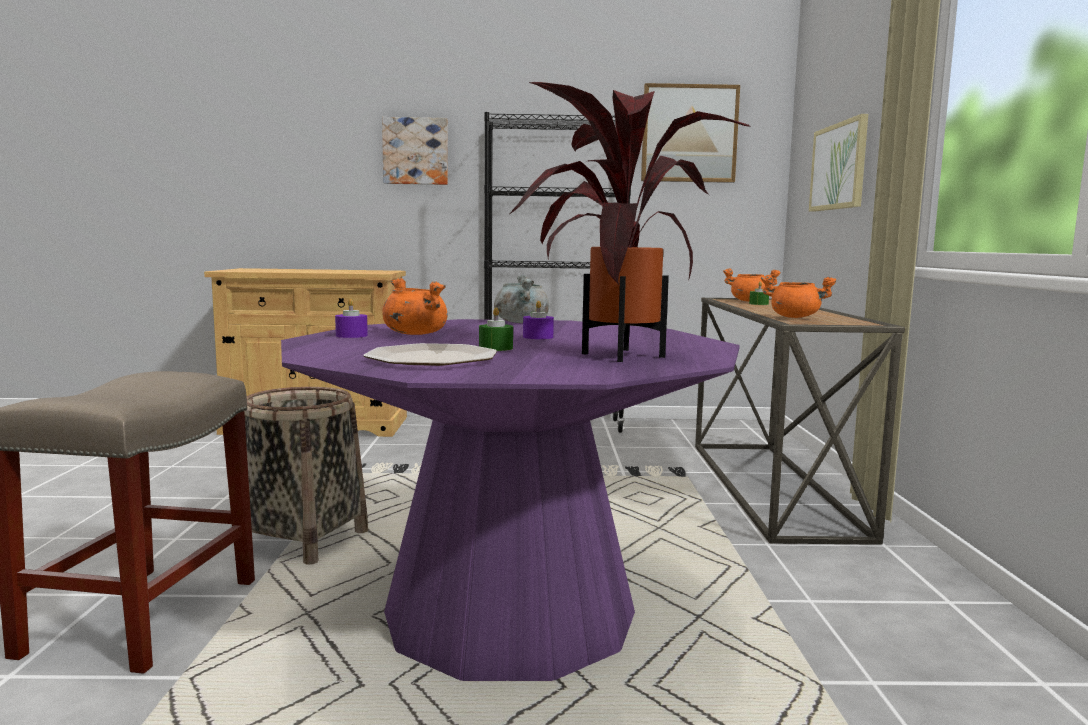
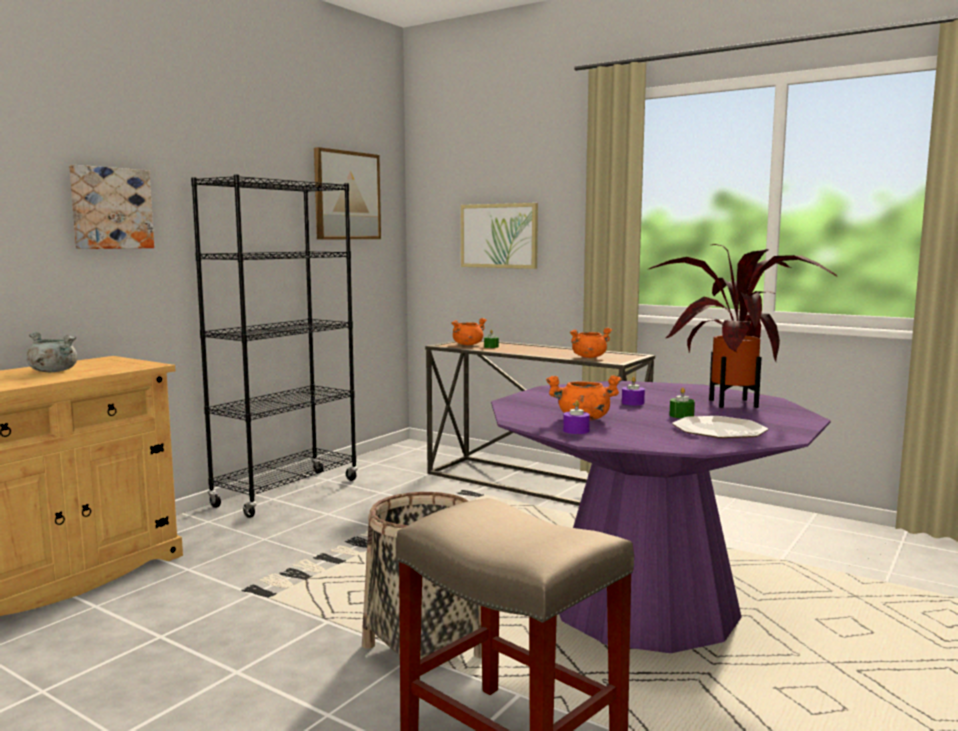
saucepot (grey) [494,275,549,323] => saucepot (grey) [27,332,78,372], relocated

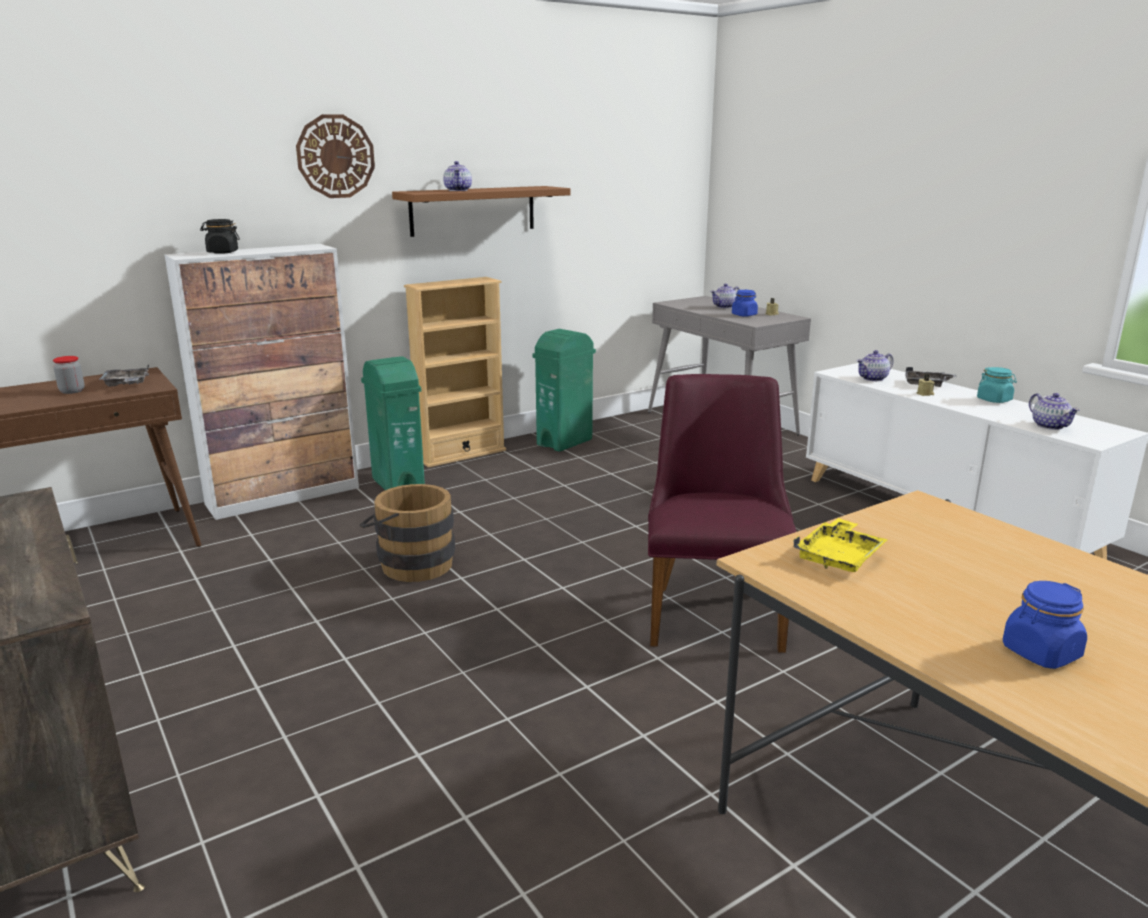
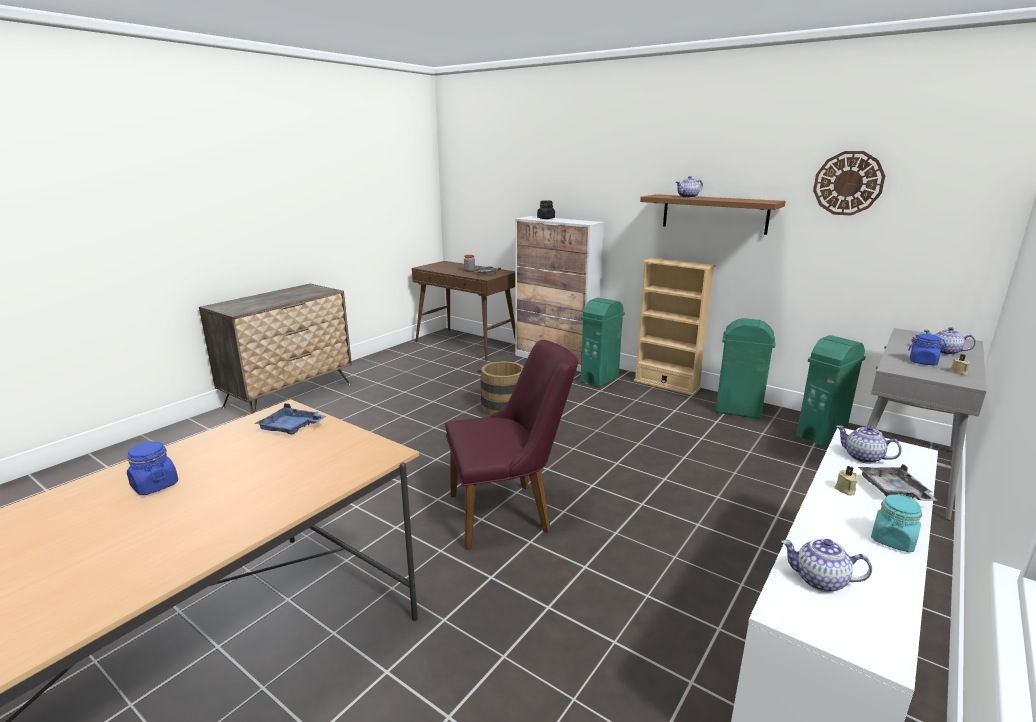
wall clock [296,114,375,198] => wall clock [813,151,885,216], relocated
teapot [1029,393,1080,430] => teapot [781,538,872,592], 60 degrees clockwise
serving tray (yellowish) [793,518,888,572] => serving tray (blue) [254,403,326,435]
nothing => rubbish bin (green) [796,335,866,447]

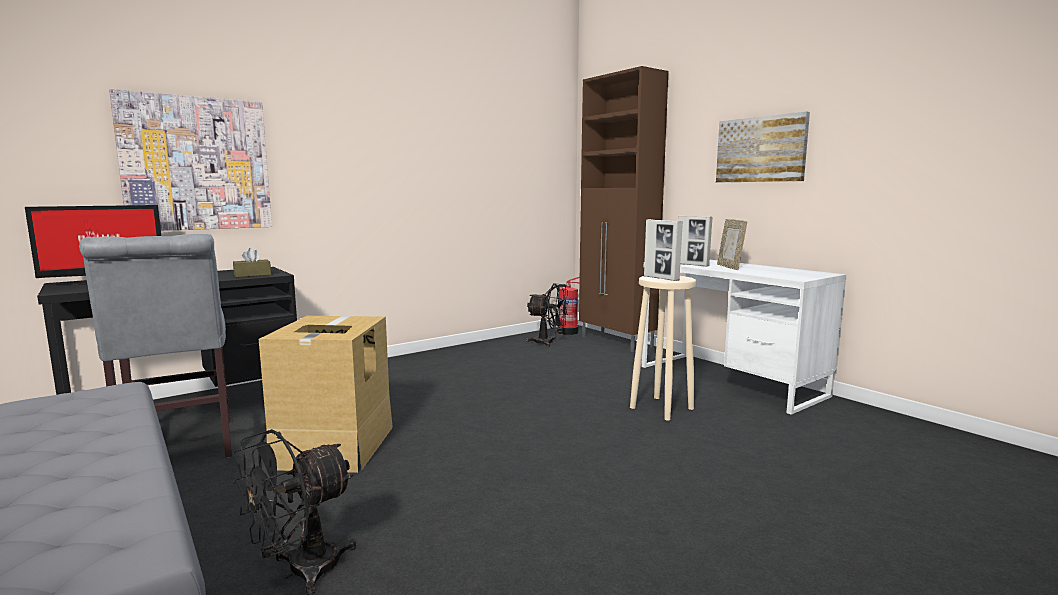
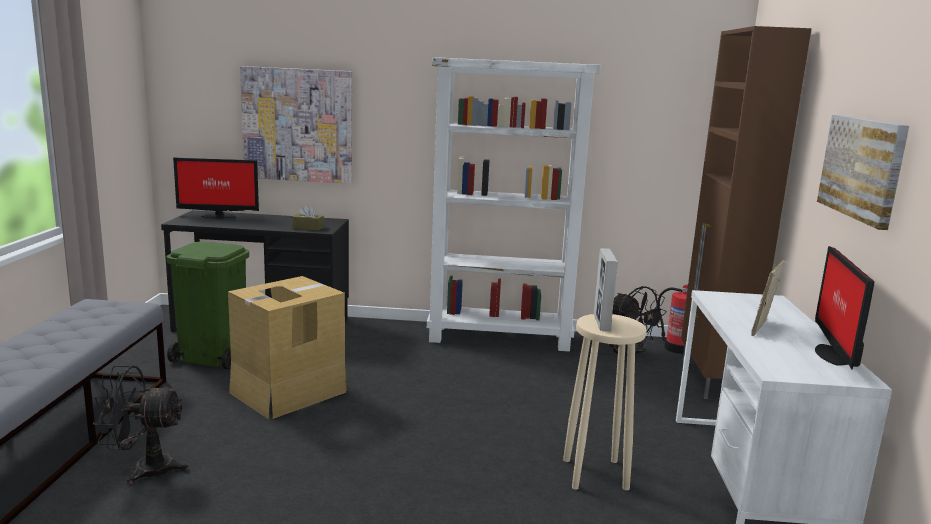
picture frame [678,215,713,267] => nothing
plain chair (grey) [79,234,232,458] => rubbish bin (green) [166,242,249,370]
nothing => bookshelf (white) [427,57,601,351]
nothing => monitor [815,246,875,370]

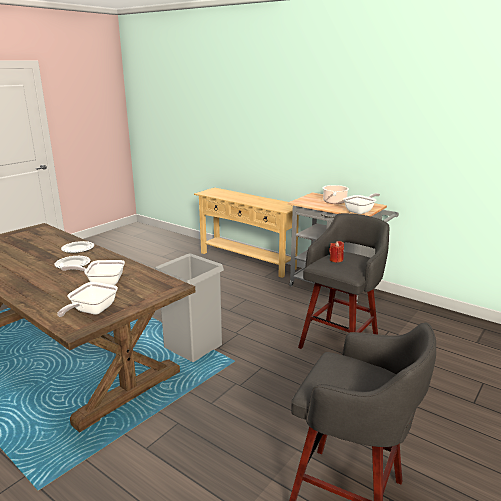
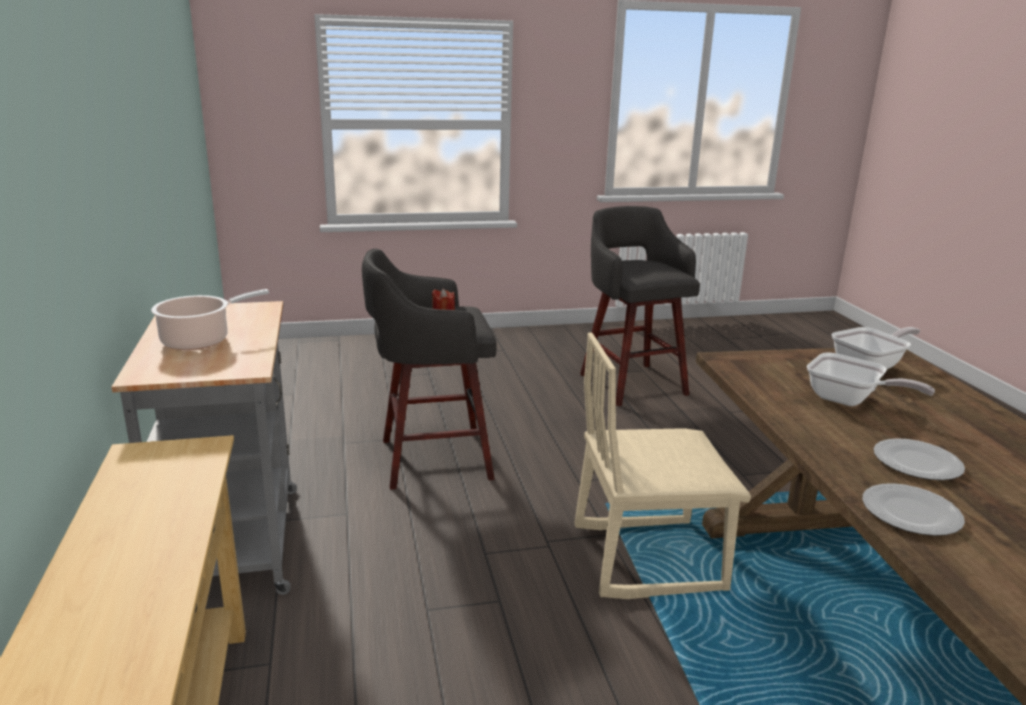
frying pan [343,193,380,214] => nothing
rubbish bin (grey) [155,253,224,362] => plain chair (beige) [574,332,751,599]

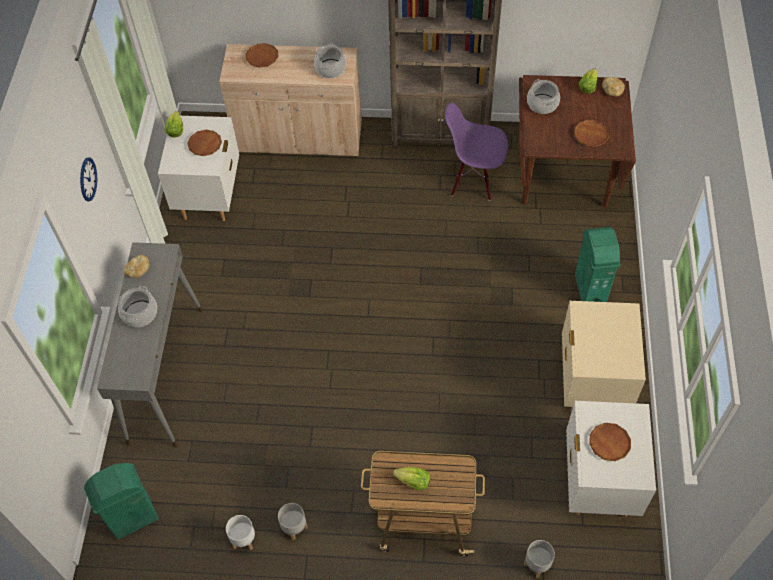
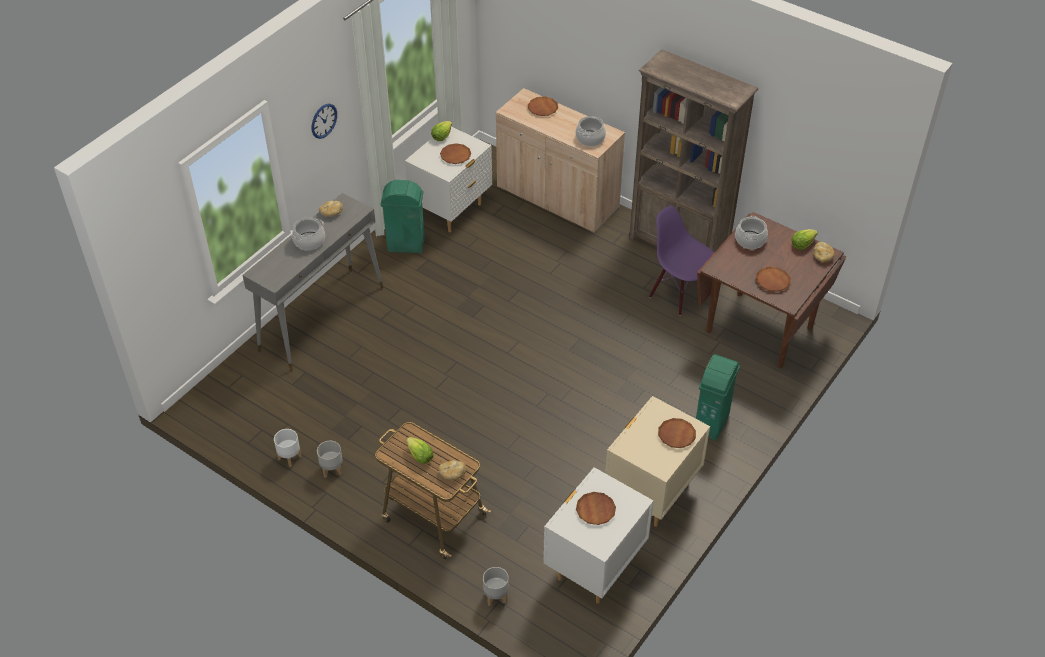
rubbish bin (green) [84,463,159,539] => rubbish bin (green) [381,180,425,253], relocated
nothing => plate (brown) [658,418,696,448]
nothing => bakery bread [439,460,467,480]

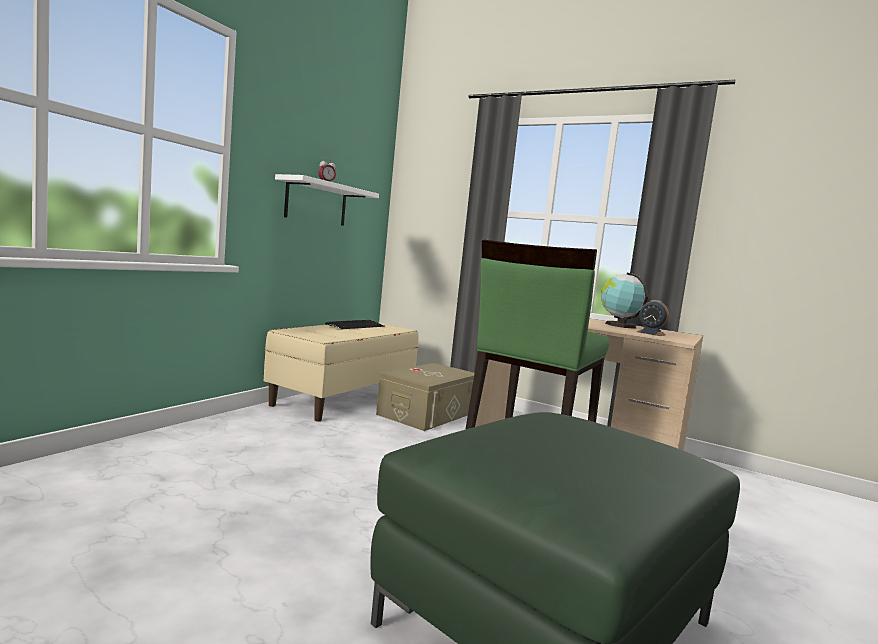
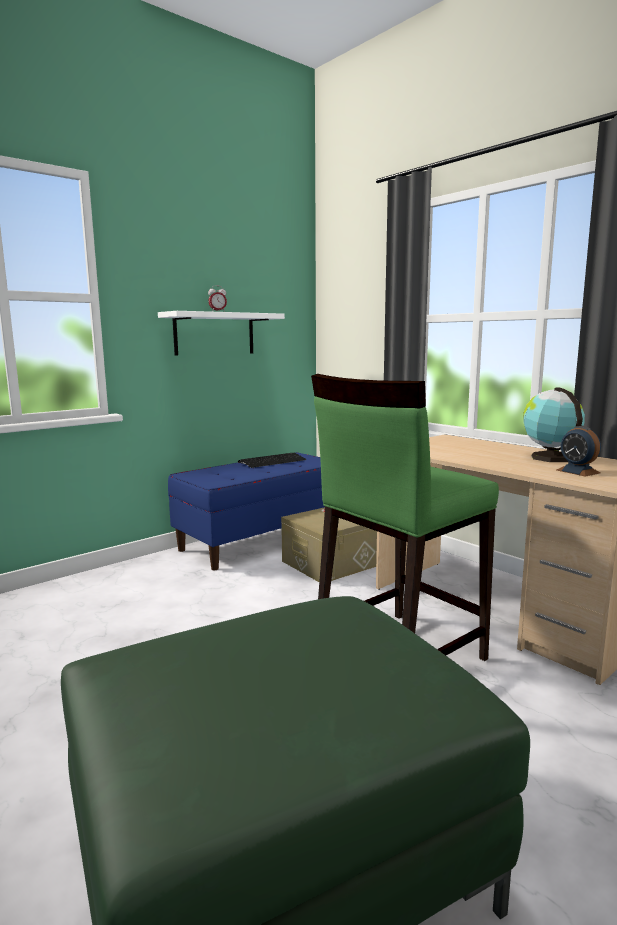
indoor bench (beige) [264,323,418,422] => indoor bench (blue) [168,452,325,570]

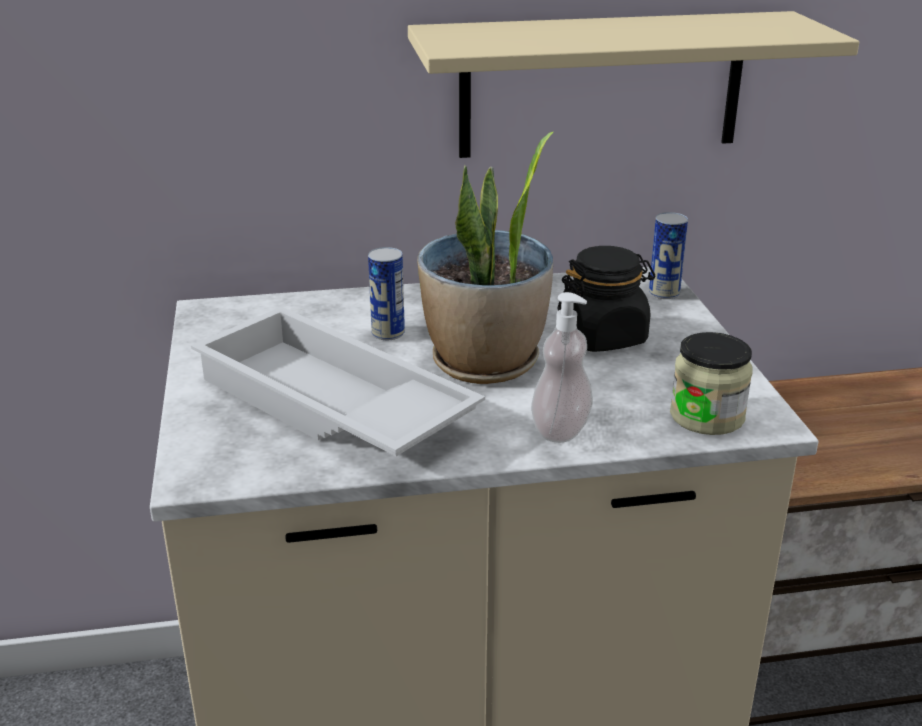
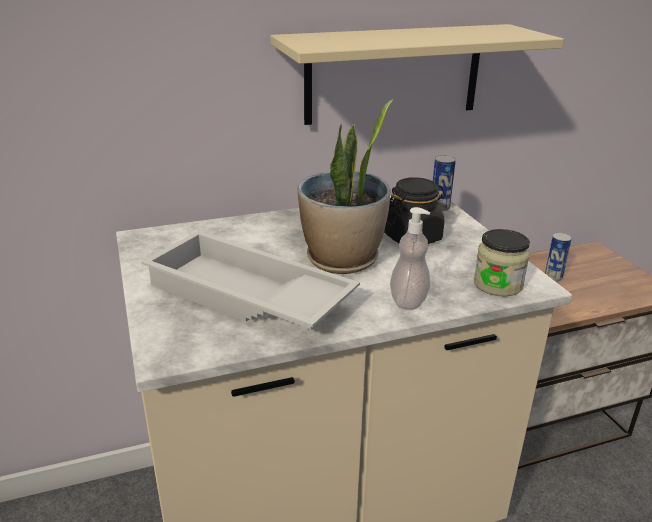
metal can [368,247,405,340] => metal can [545,232,572,281], relocated

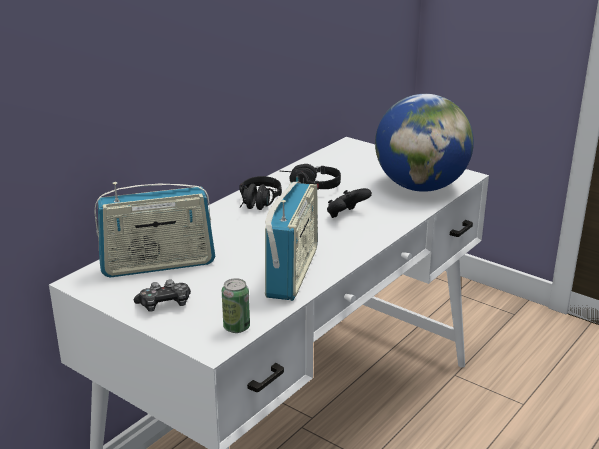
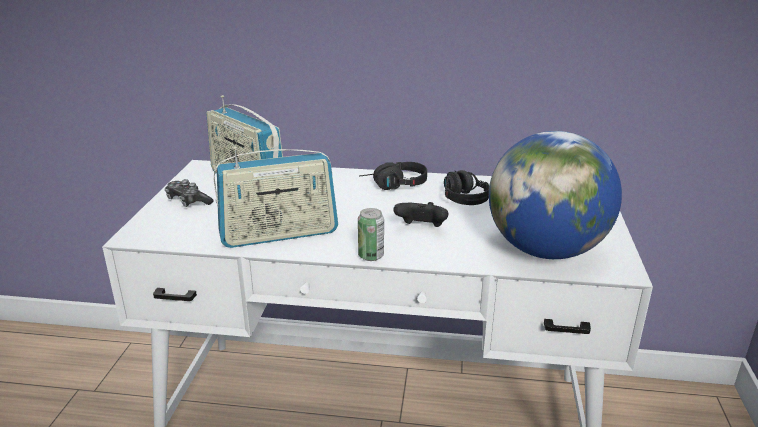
metal can [222,278,250,333] => metal can [358,208,384,261], relocated

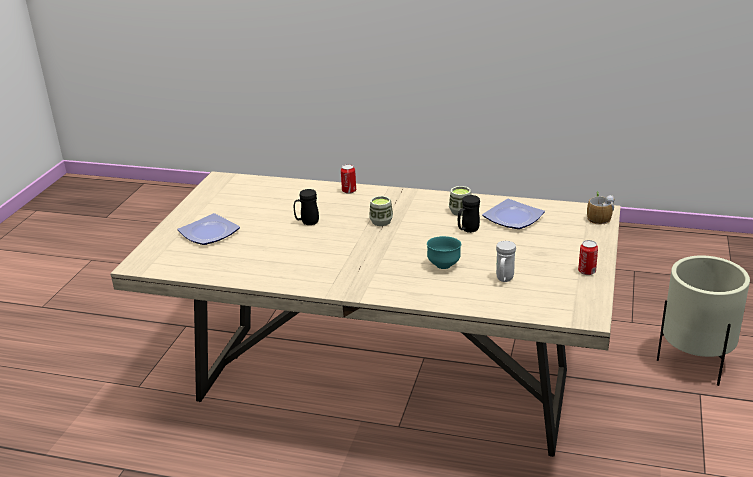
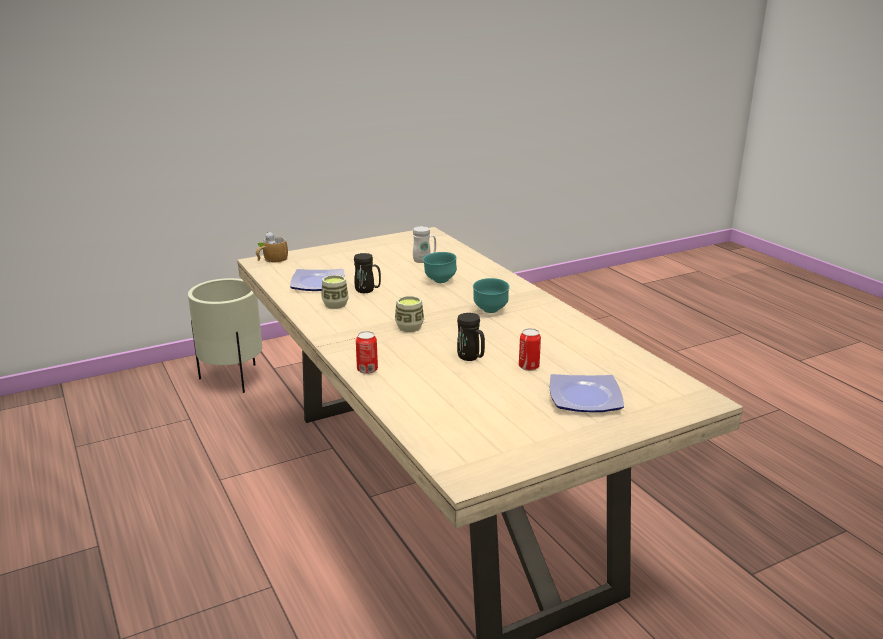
metal can [578,240,598,275] => metal can [519,328,541,371], relocated
nothing => bowl (turquoise-coloured) [473,278,510,313]

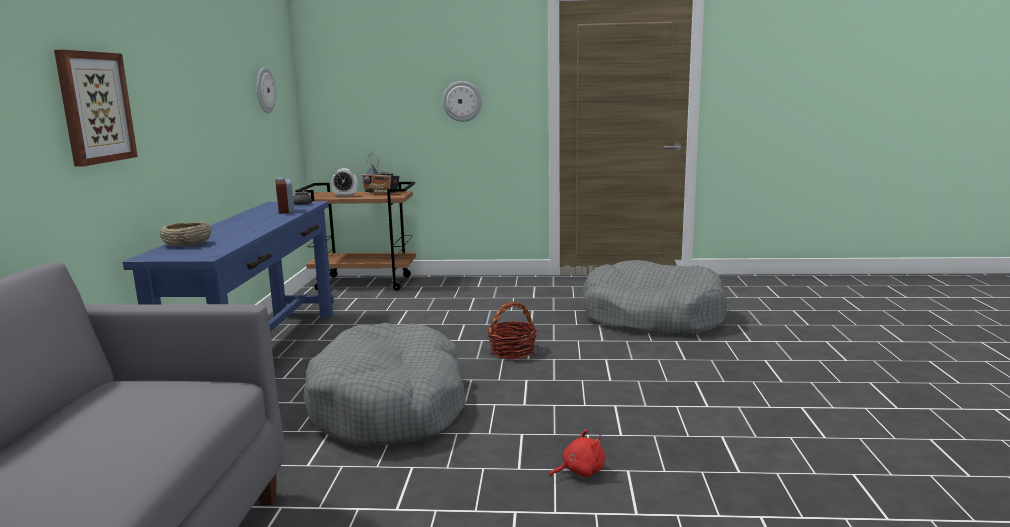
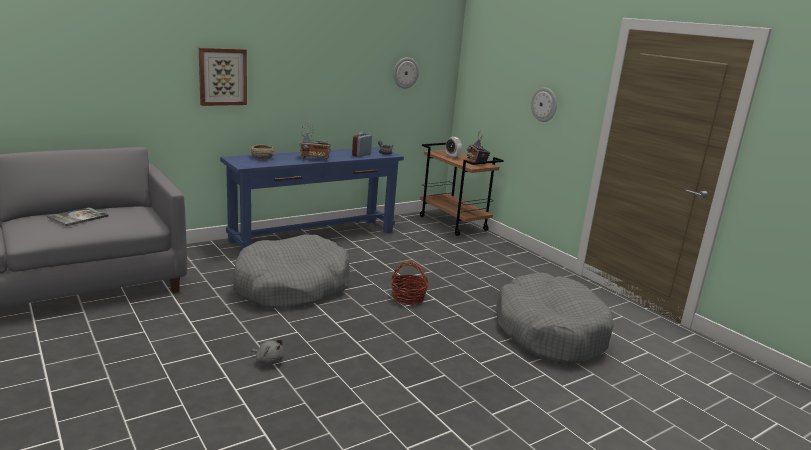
cuddly toy (red) [549,429,605,477] => cuddly toy (grey) [251,339,284,365]
nothing => radio [299,123,331,160]
nothing => bound book [47,207,108,226]

